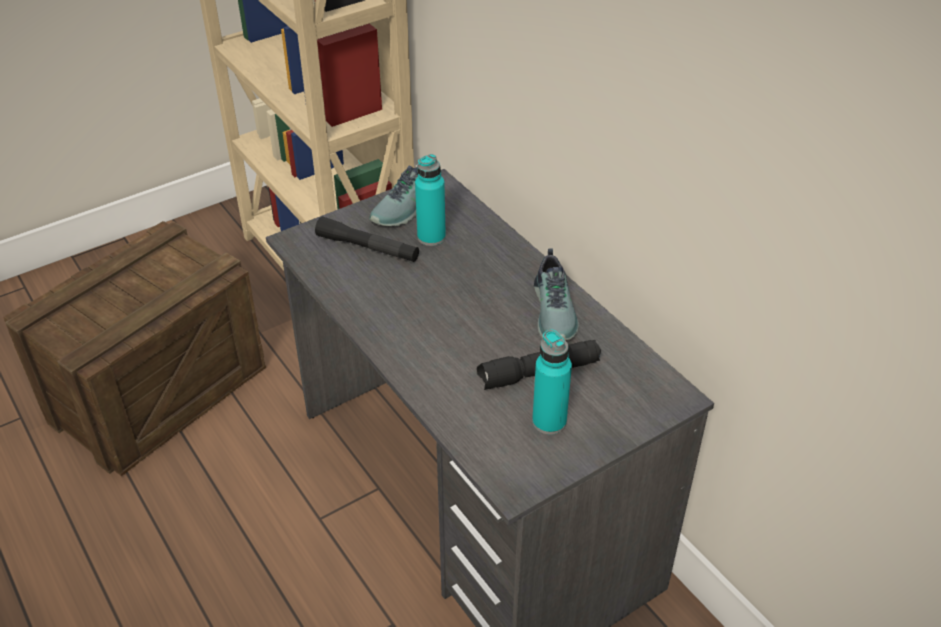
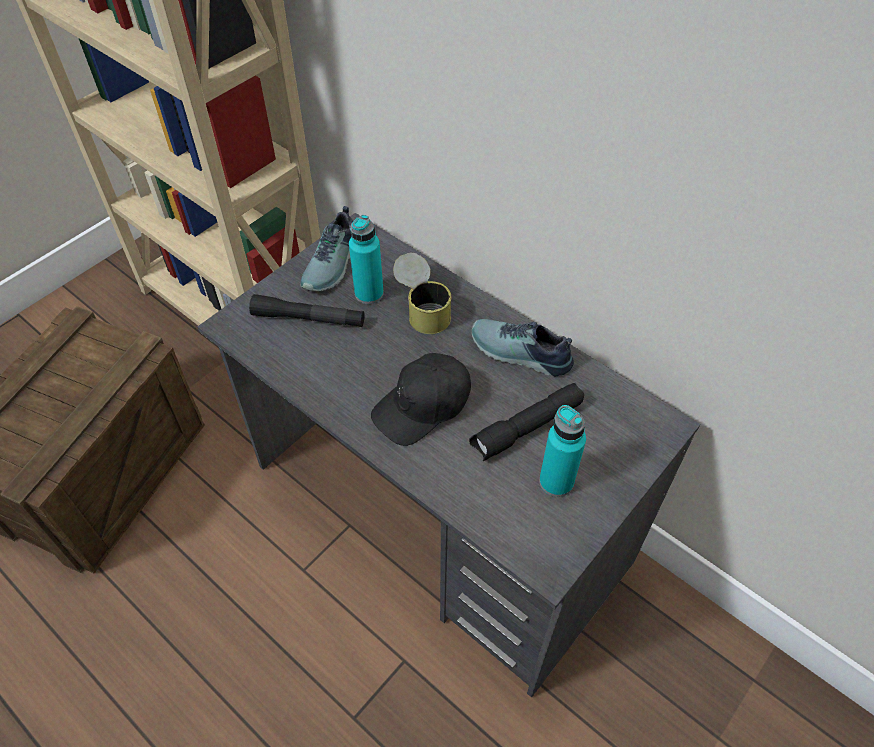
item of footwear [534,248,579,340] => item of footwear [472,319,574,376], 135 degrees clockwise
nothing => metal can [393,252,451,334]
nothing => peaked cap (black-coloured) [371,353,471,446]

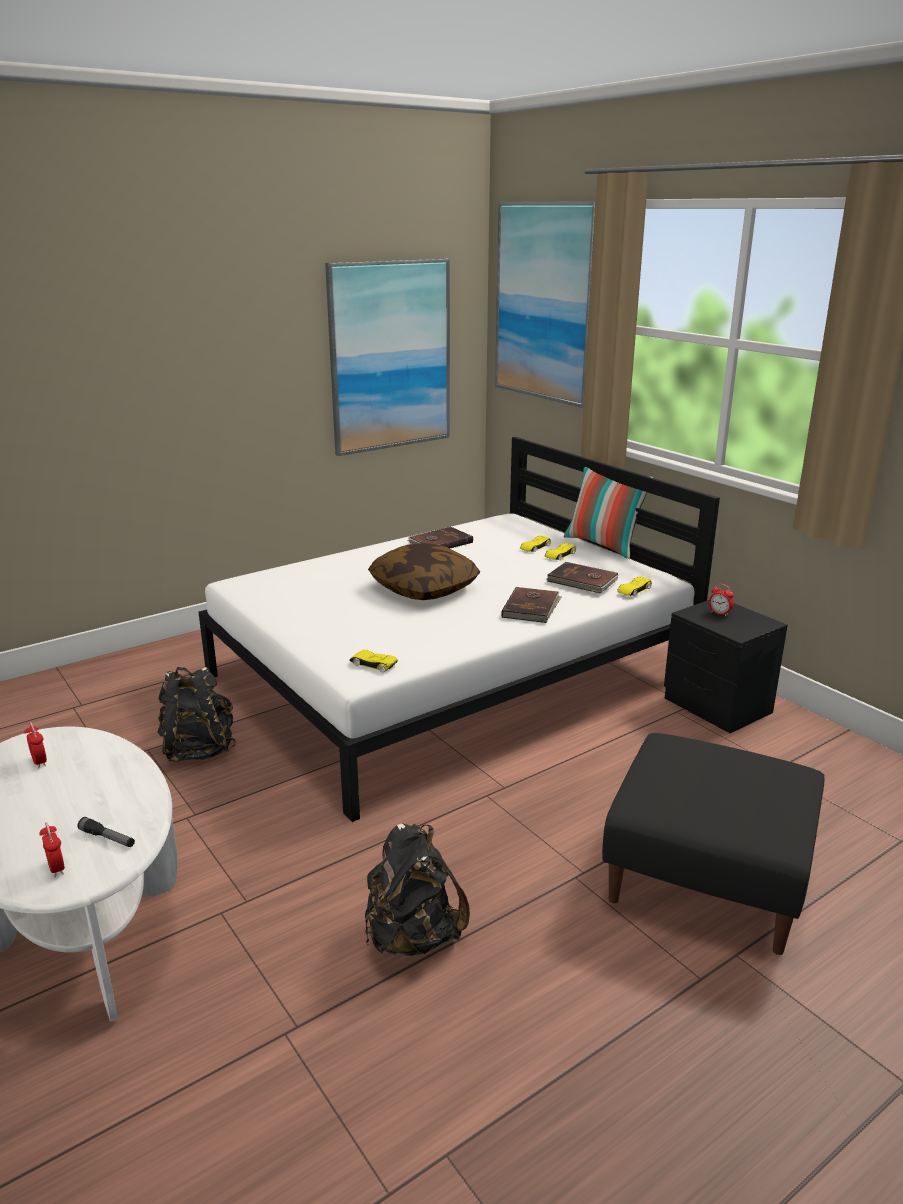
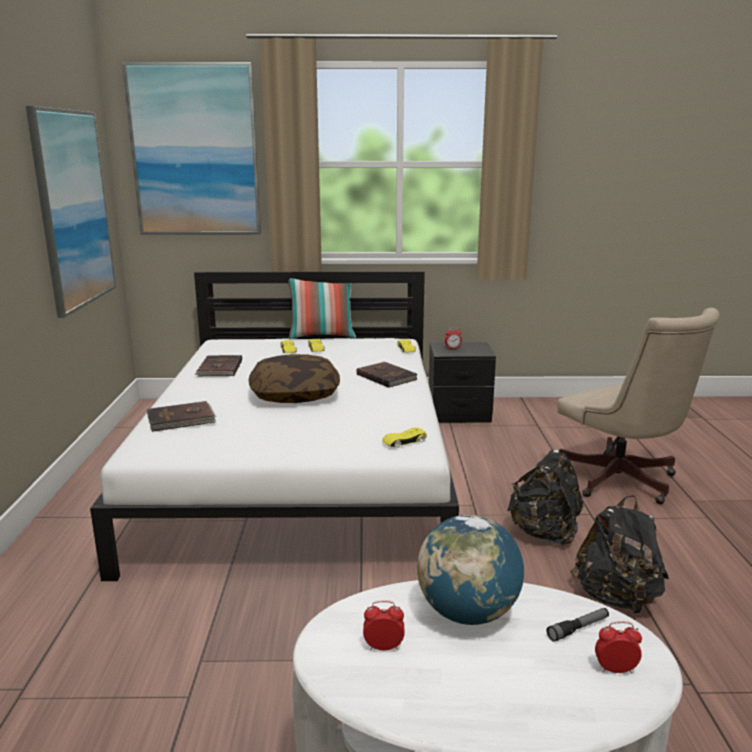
bound book (brown) [546,562,618,594] => bound book (brown) [147,401,216,432], relocated
backpack (black-coloured) [158,667,236,762] => backpack (black-coloured) [507,449,583,546], relocated
pouffe (black-coloured) [602,733,824,955] => desk chair (beige) [557,308,720,504]
nothing => globe [417,515,524,625]

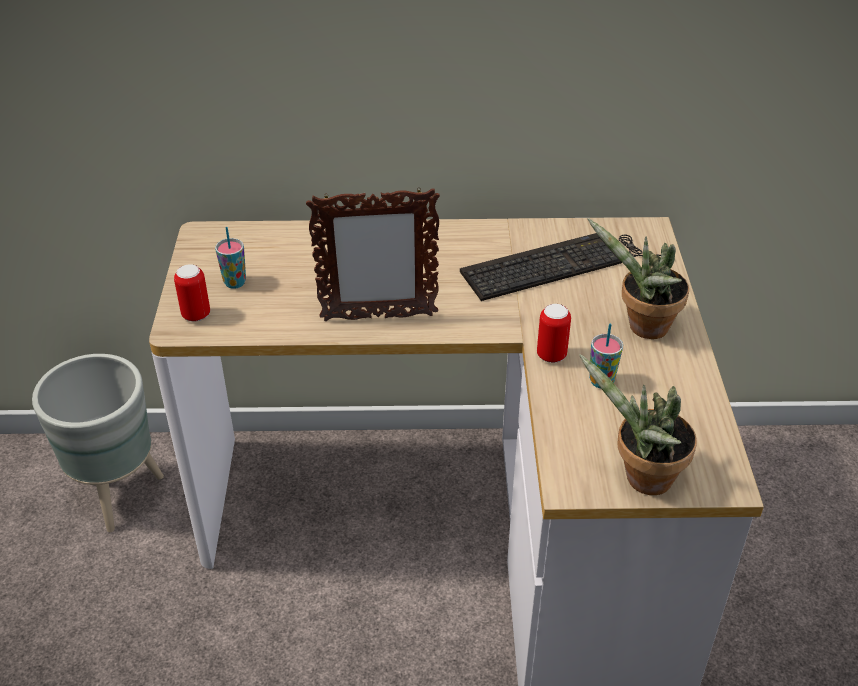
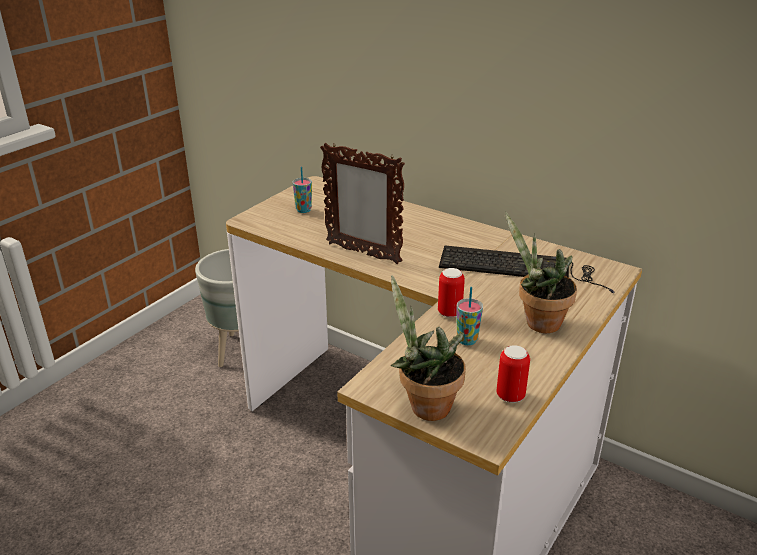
metal can [174,264,210,322] => metal can [496,345,530,403], relocated

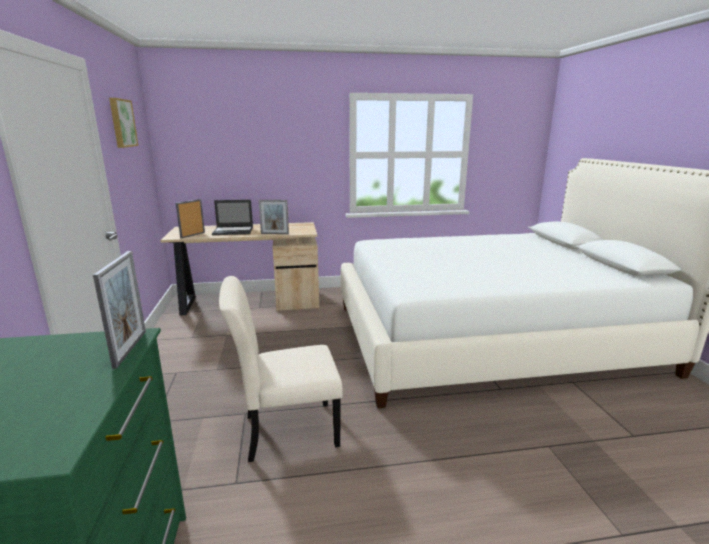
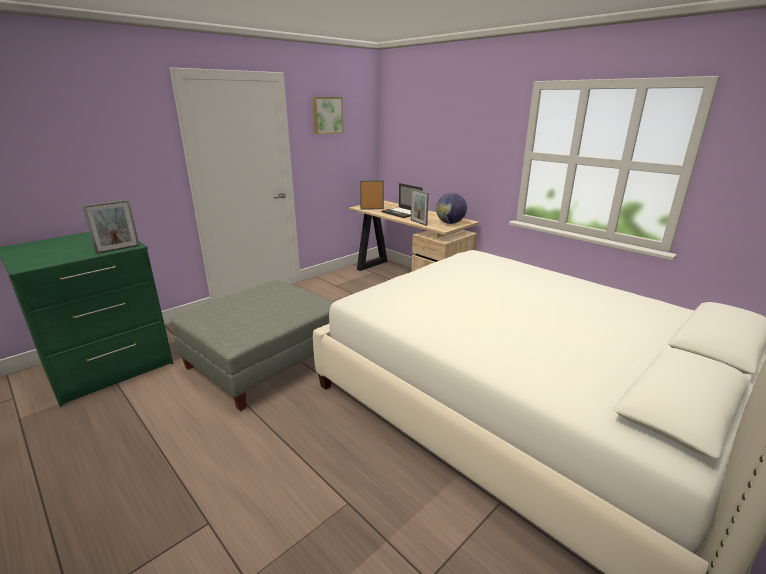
plain chair (beige) [219,276,343,462] => pouffe (grey) [170,280,333,411]
nothing => globe [436,193,467,224]

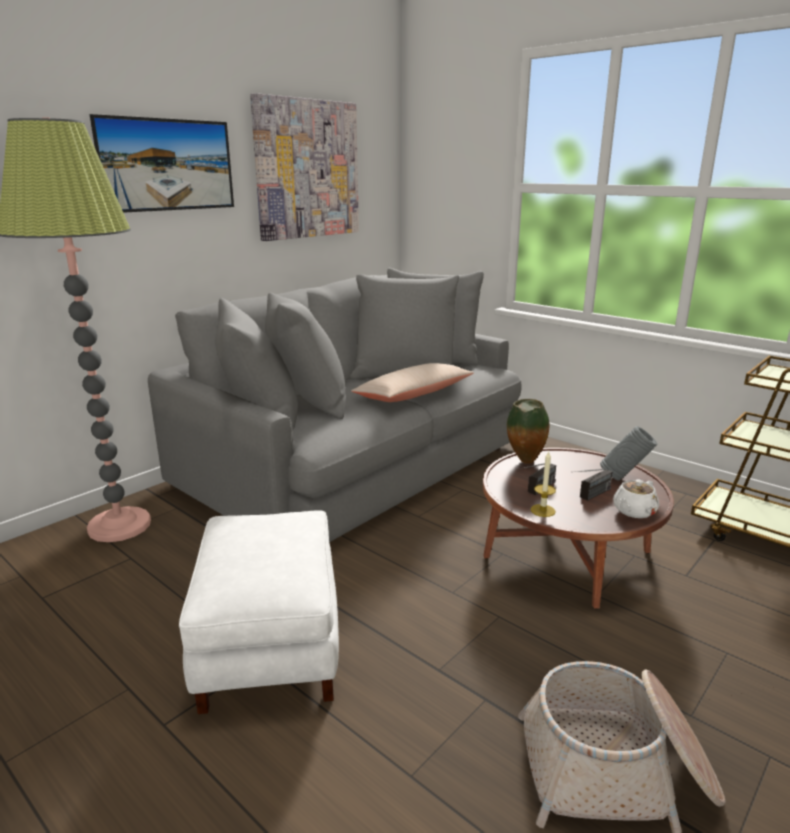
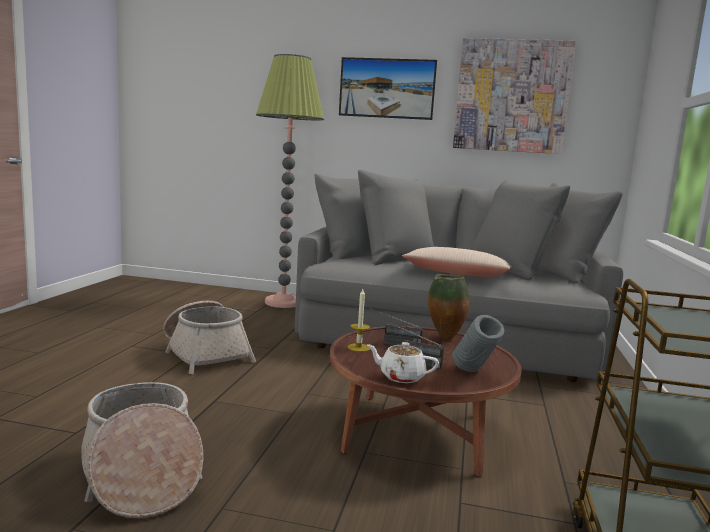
pouffe (white) [179,510,339,714] => storage basket [163,301,256,374]

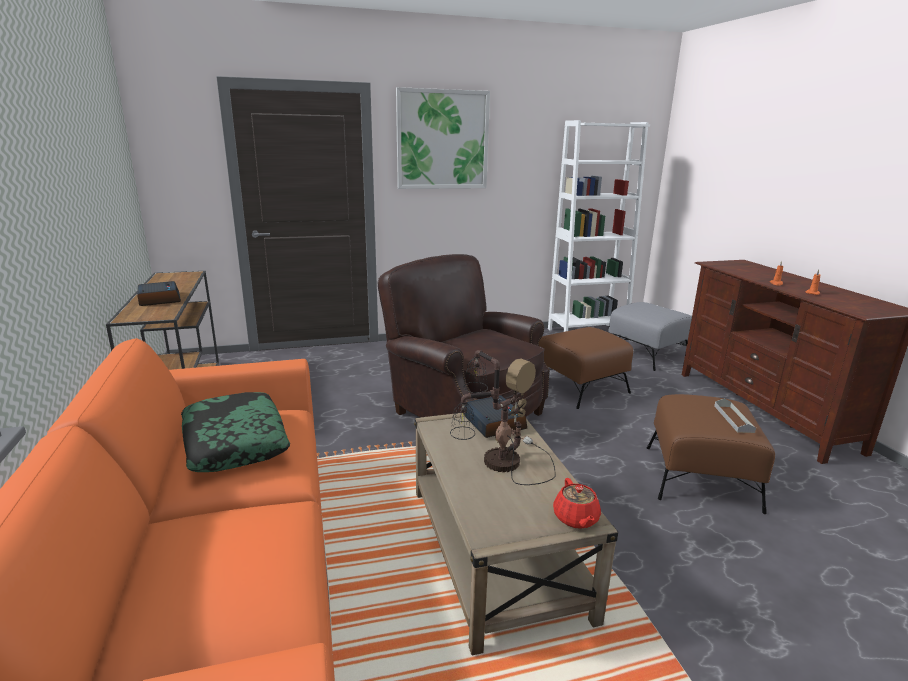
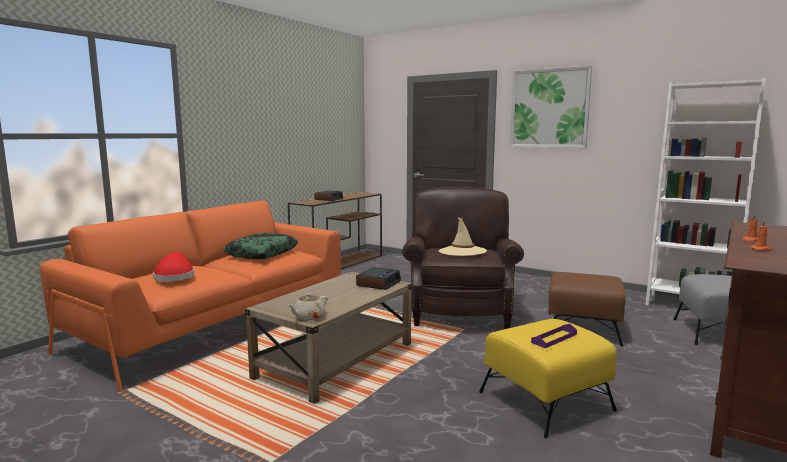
tabletop lamp [450,350,556,485] => nothing
pouffe (brown) [647,394,775,514] => pouffe (yellowish) [479,319,617,438]
serving tray (grey) [714,399,756,433] => serving tray (purple) [531,324,577,348]
teapot (red) [553,478,601,529] => teapot (beige) [288,293,328,320]
nothing => clothing hat (beige) [439,217,487,256]
nothing => clothing hat (red) [153,252,194,282]

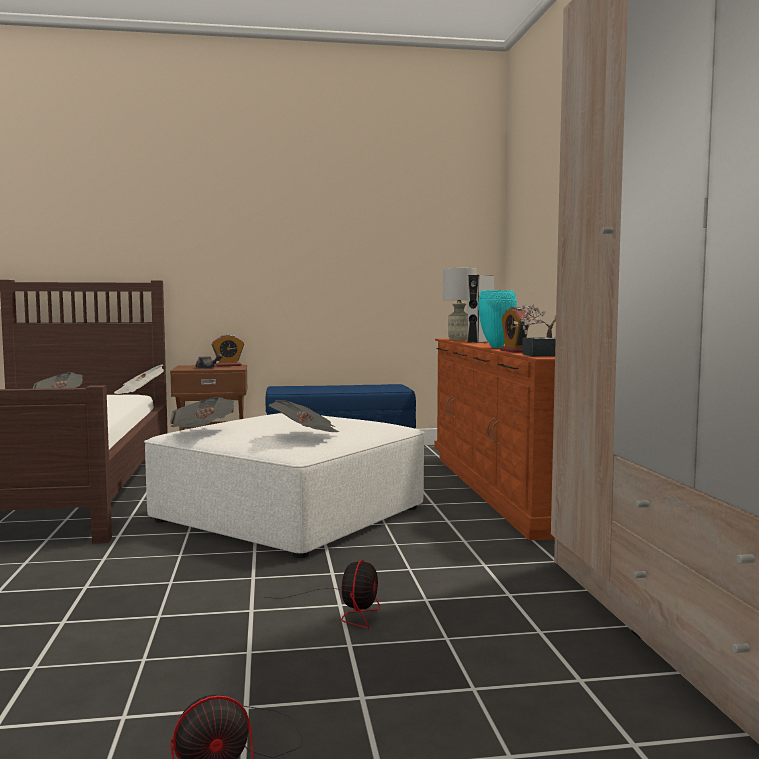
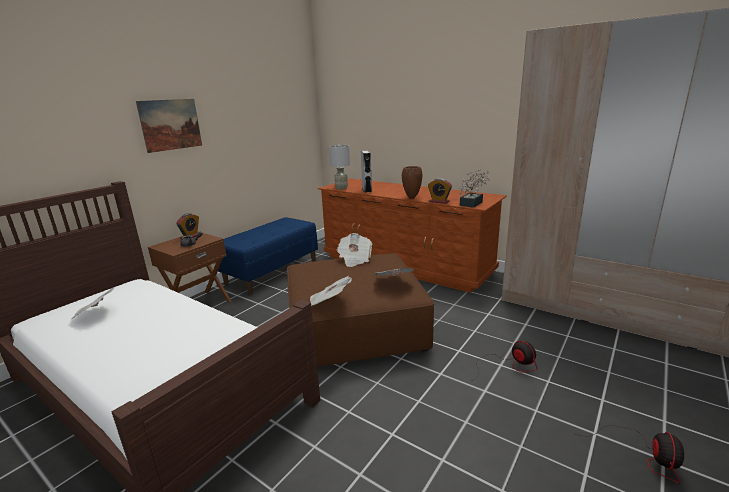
vase (turquoise-coloured) [478,290,517,348] => vase (brown) [402,166,422,199]
printed paper [114,365,164,394] => printed paper [337,233,372,267], relocated
pouffe (white) [144,413,425,558] => pouffe (brown) [287,253,434,367]
nothing => picture [136,99,202,153]

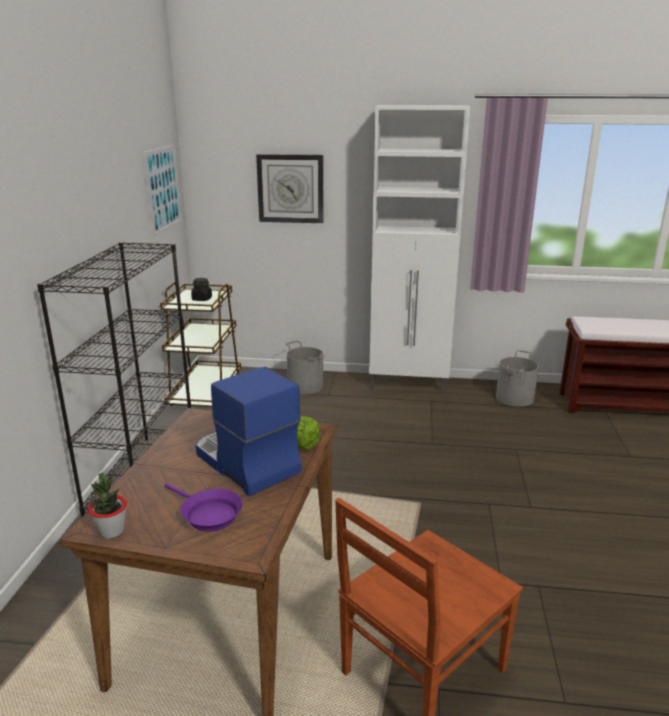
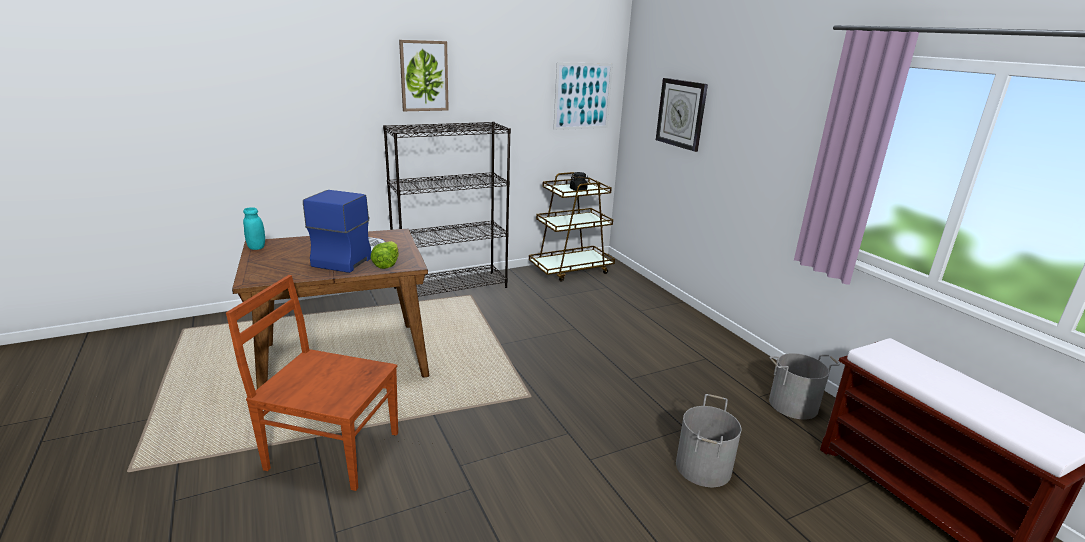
storage cabinet (white) [369,105,470,393] => nothing
water bucket (grey) [286,341,324,394] => water bucket (grey) [676,394,741,487], relocated
potted plant [88,472,127,539] => storage jar (turquoise-coloured) [243,207,265,250]
frying pan (purple) [164,483,243,532] => nothing
nothing => picture [399,40,449,111]

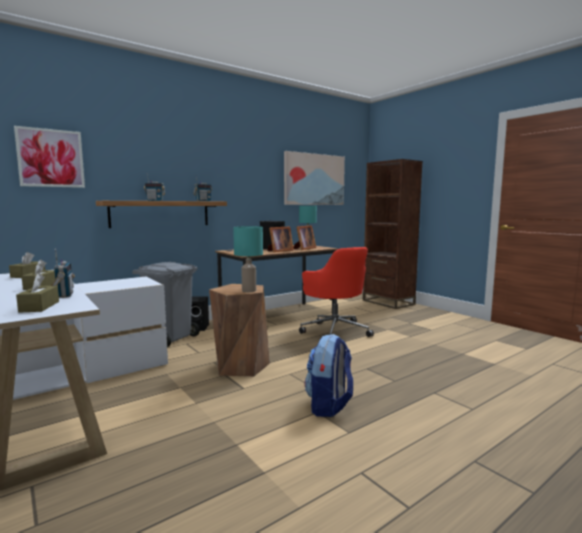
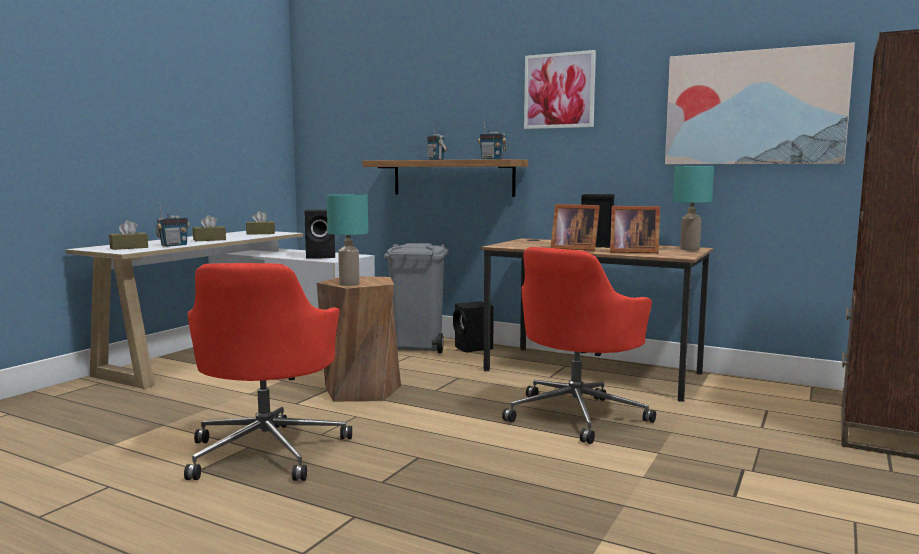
picture [14,126,85,188] => picture [524,50,596,129], relocated
backpack [305,334,353,417] => desk chair (red) [184,263,352,481]
nothing => speaker (black-coloured) [304,209,335,259]

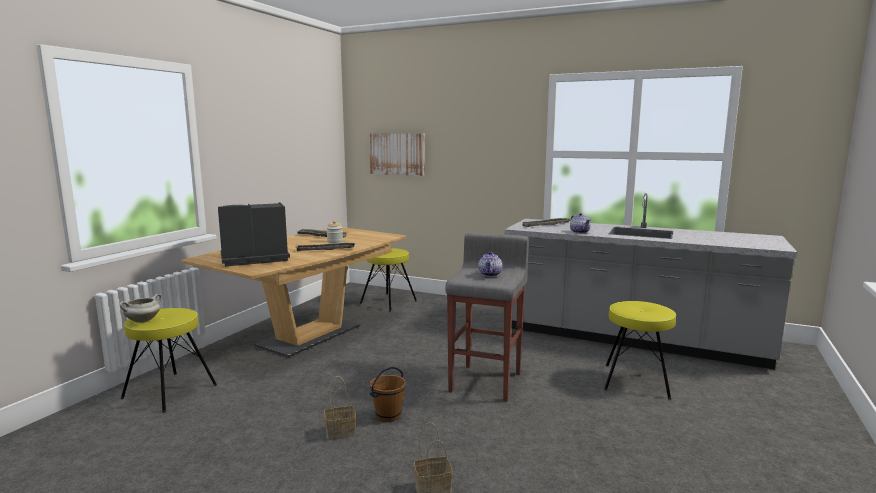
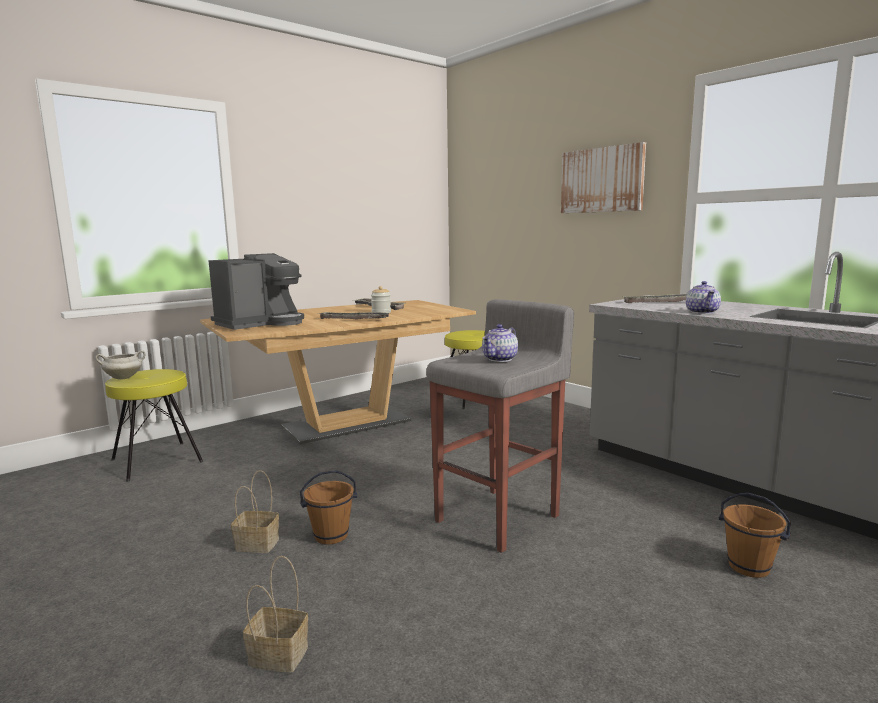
picture [369,134,425,176] => picture [561,142,646,213], relocated
coffee brewer [218,202,290,267] => coffee brewer [208,253,304,330], 135 degrees clockwise
stool (yellowish) [604,301,676,400] => water bucket (brown) [719,493,791,578]

